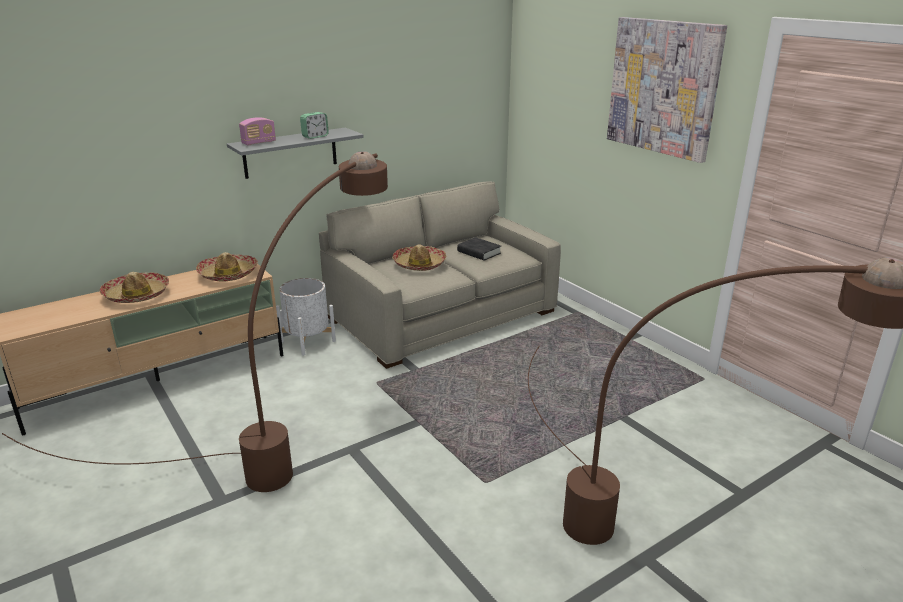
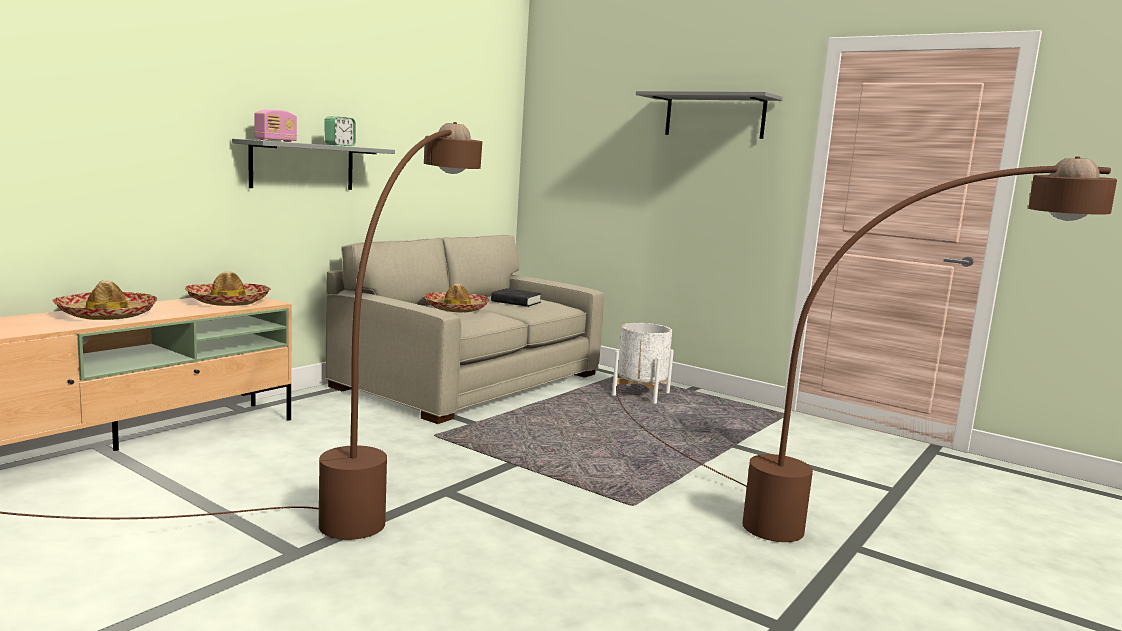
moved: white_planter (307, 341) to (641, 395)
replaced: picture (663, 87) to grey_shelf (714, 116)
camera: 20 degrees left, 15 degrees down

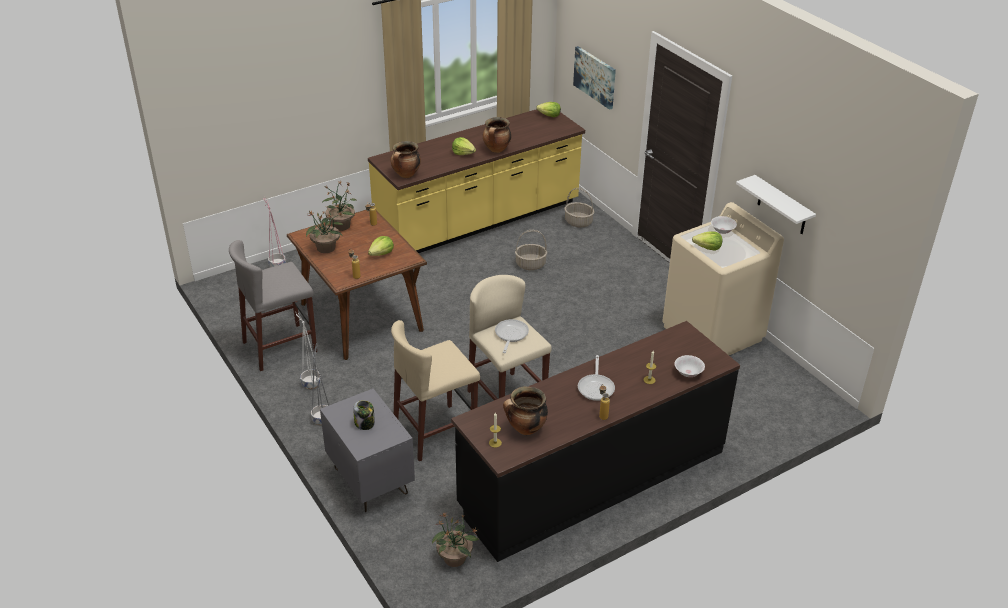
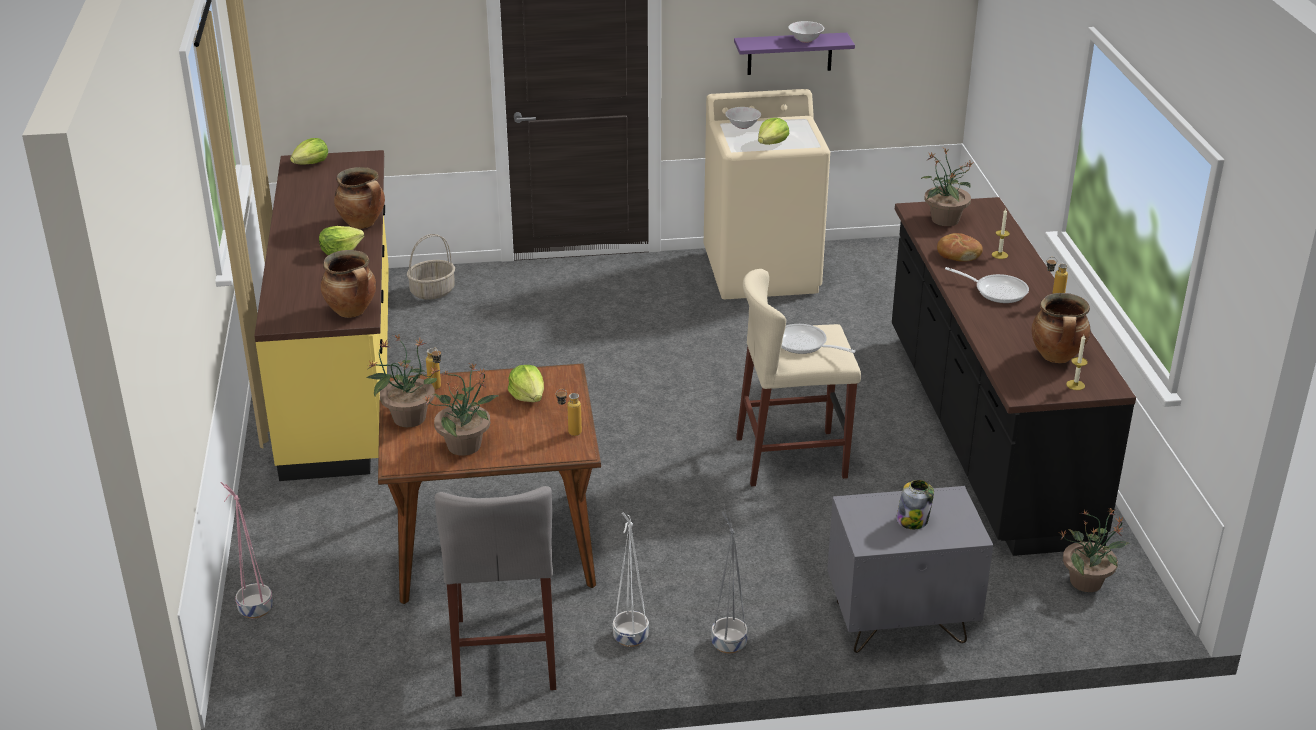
removed: picture (595, 77); basket (531, 264); beige_stool (435, 432)
added: potted_plant (944, 220); bread (958, 254)
moved: white_bowl (688, 373) to (805, 40)
recoloured: white_shelf (782, 206) to purple_shelf (789, 53)
camera: 65 degrees left, 5 degrees down

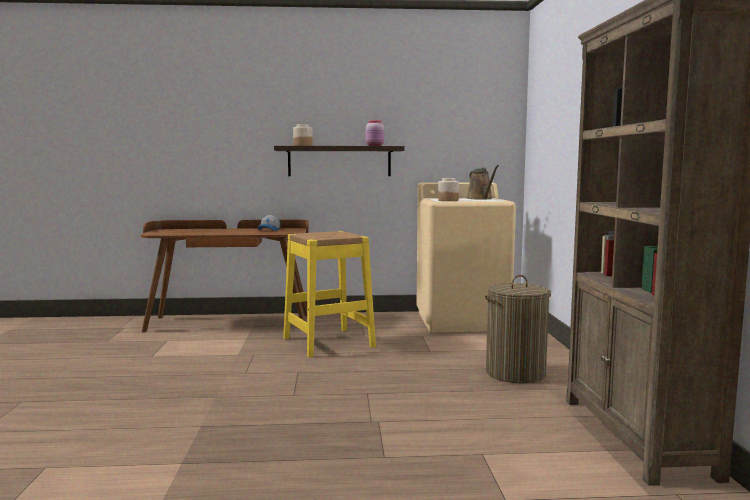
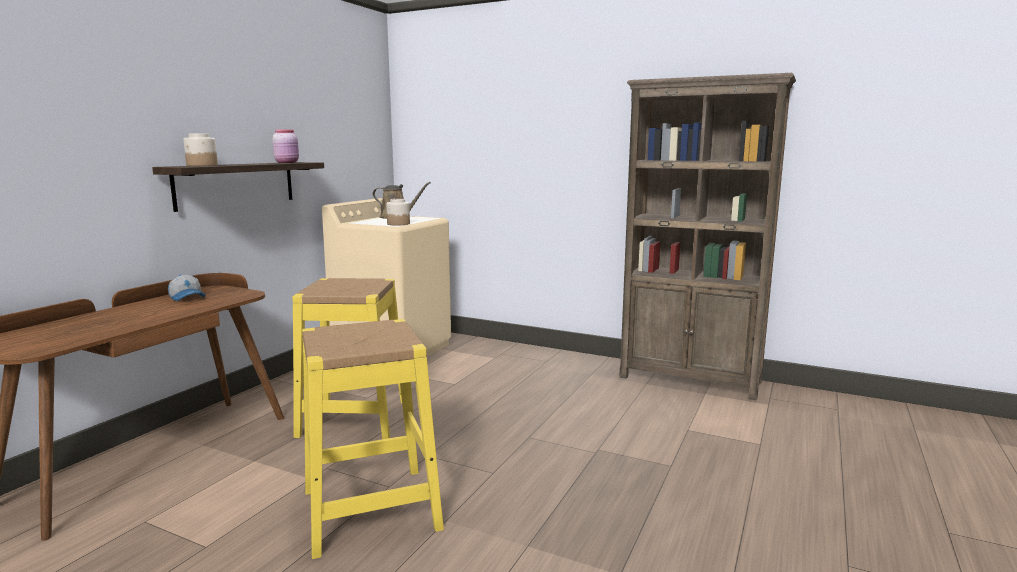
removed: laundry_basket (515, 373)
added: yellow_stool (370, 509)
camera: 60 degrees left, 5 degrees up

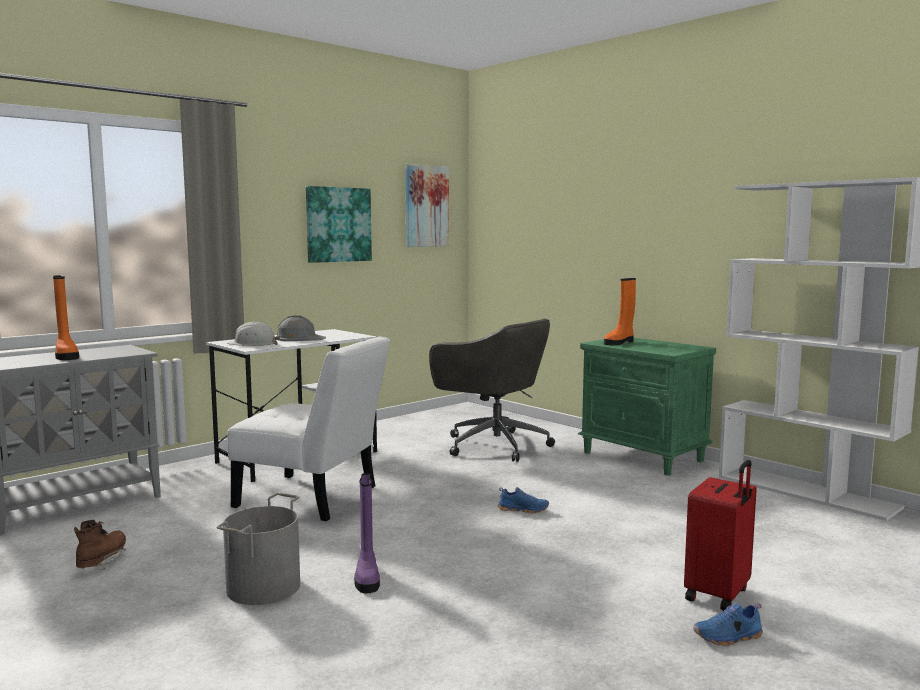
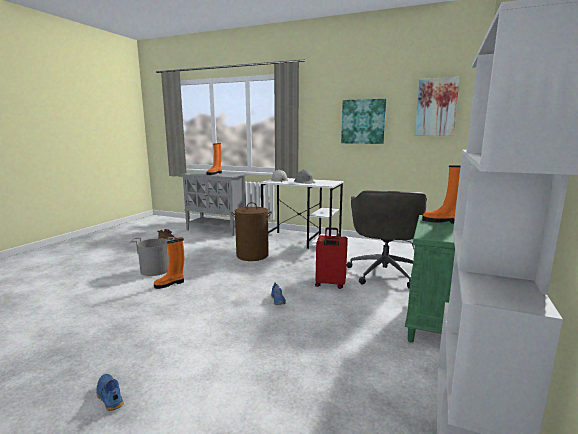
moved: red_suitcase (719, 595) to (330, 284)
replaced: white_chair (313, 498) to brown_laundry_basket (252, 255)
recoloured: purple_boot (367, 577) to orange_boot (170, 284)
camera: 65 degrees right, 5 degrees up

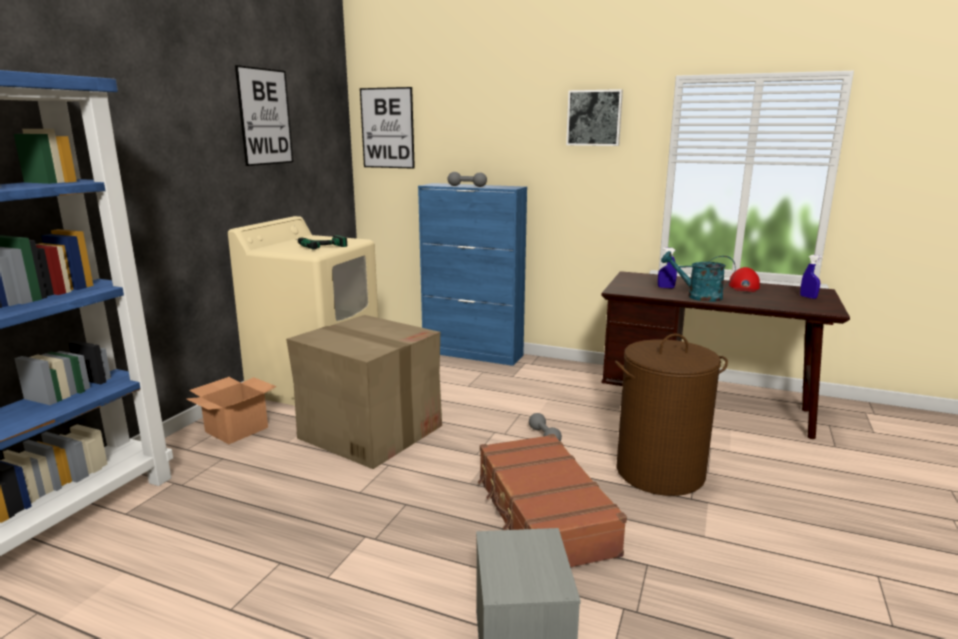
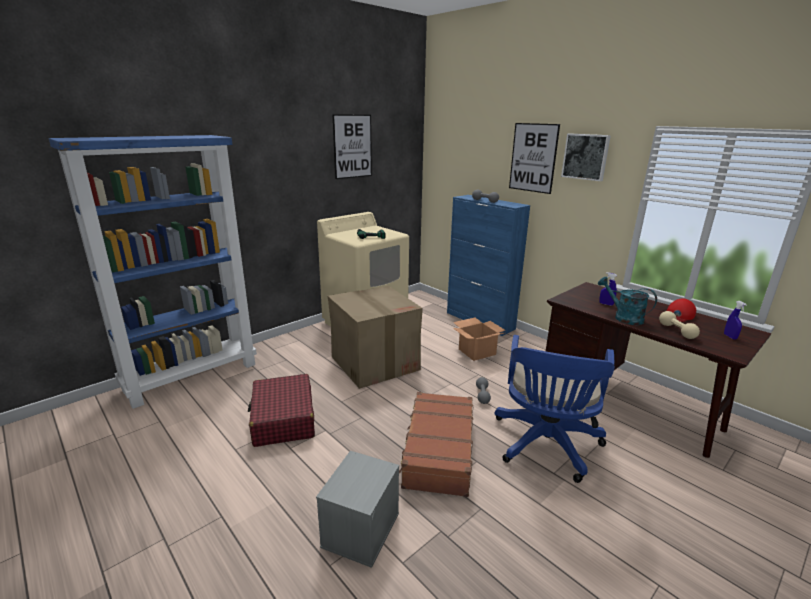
added: beige_dumbbell (676, 331); red_suitcase (283, 419)
moved: picture (387, 128) to (533, 158); cardboard_box (236, 430) to (476, 352)
replaced: brown_laundry_basket (659, 472) to blue_office_chair (545, 446)
camera: 25 degrees right, 5 degrees up

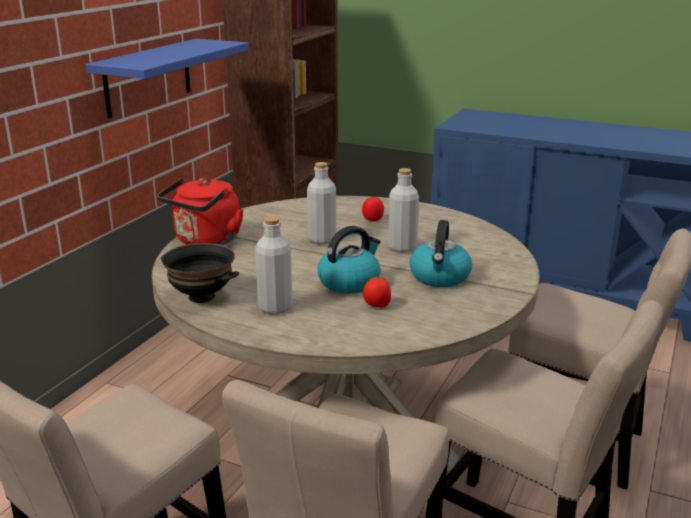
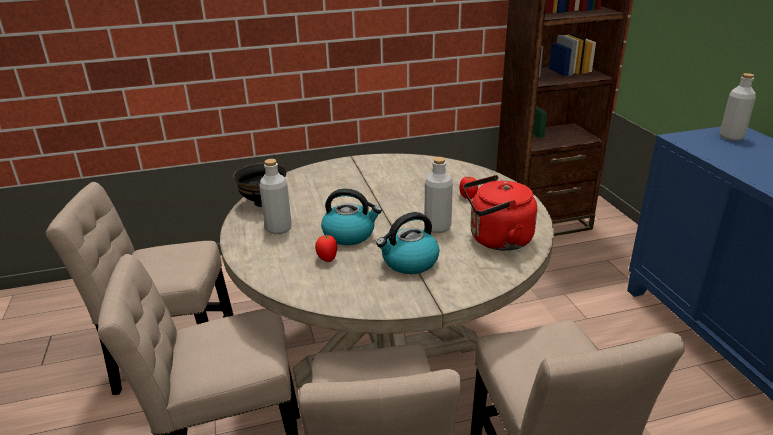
removed: blue_shelf (148, 77)
moved: grey_bottle (322, 240) to (731, 137); red_kettle (205, 241) to (496, 240)
camera: 50 degrees right, 5 degrees up

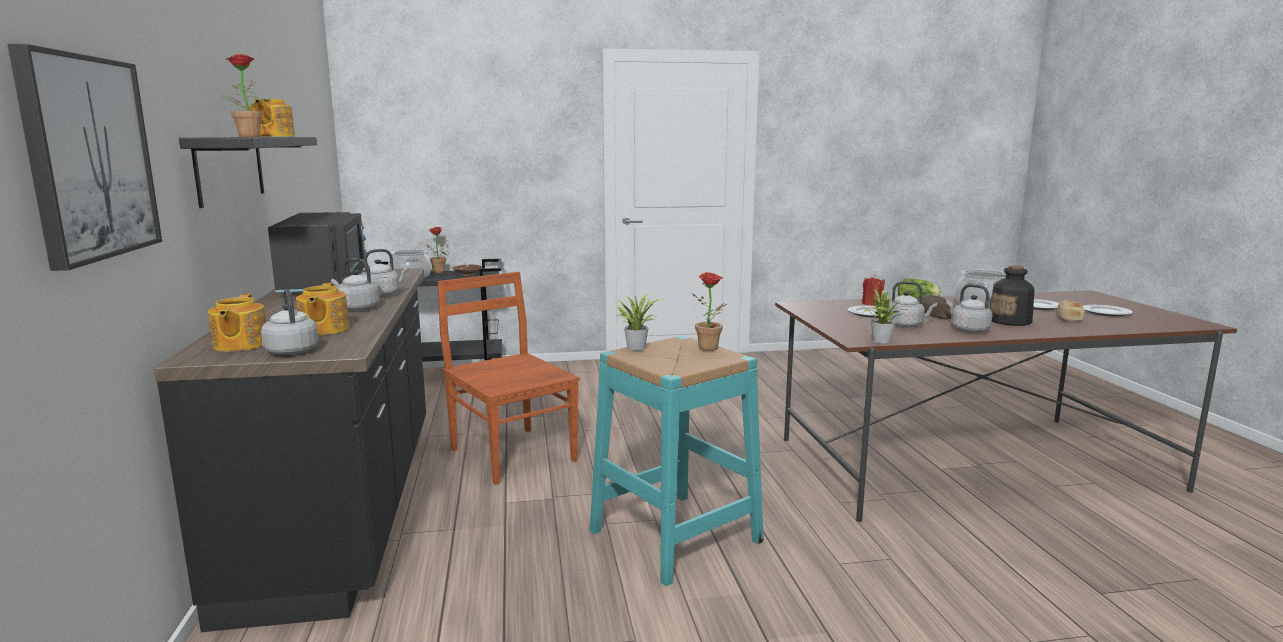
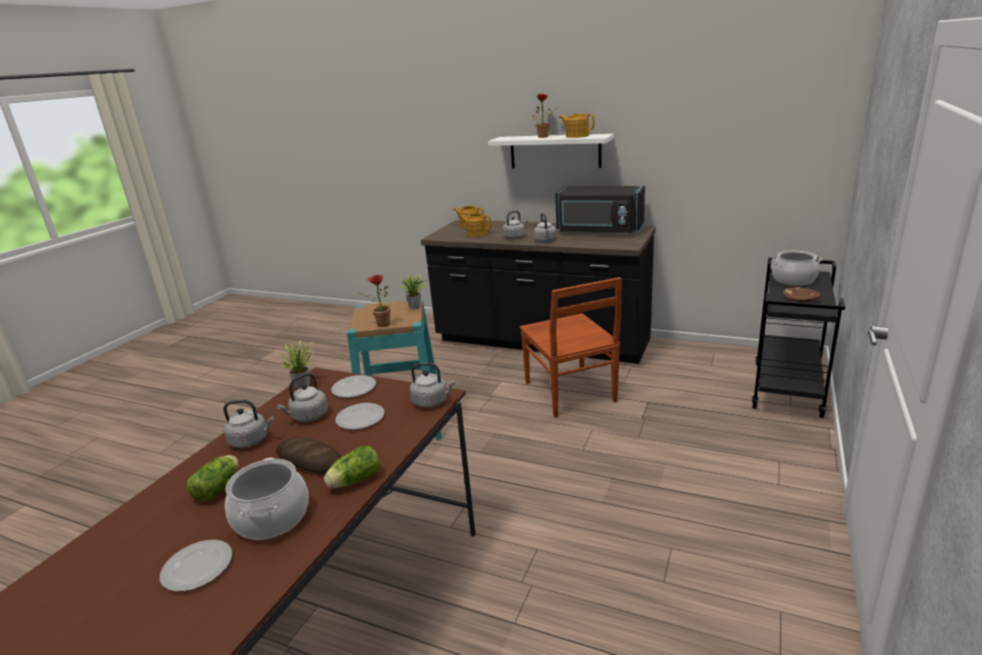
removed: picture (88, 158); potted_plant (436, 272); red_candle (872, 304); bread (1068, 318)
moved: grey_kettle (291, 351) to (432, 402); plate (1105, 313) to (354, 388)
replaced: bottle (1010, 321) to lettuce (219, 487)
recoloured: black_shelf (230, 168) to white_shelf (555, 151)
turned: brown_chair (512, 453) = (570, 393) 75 degrees clockwise
camera: 125 degrees right, 10 degrees up

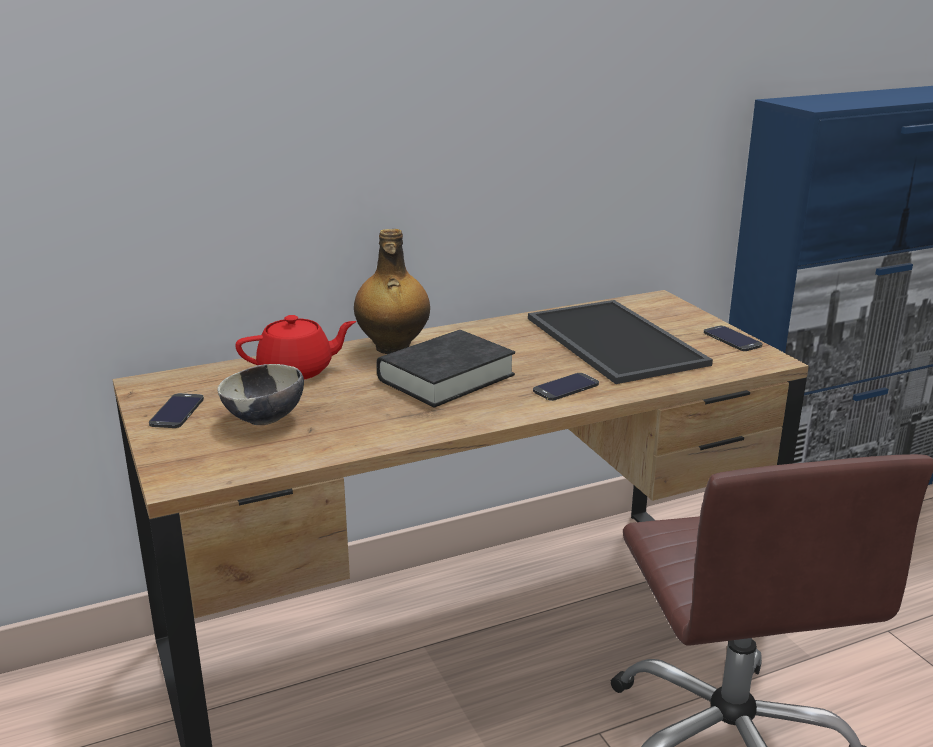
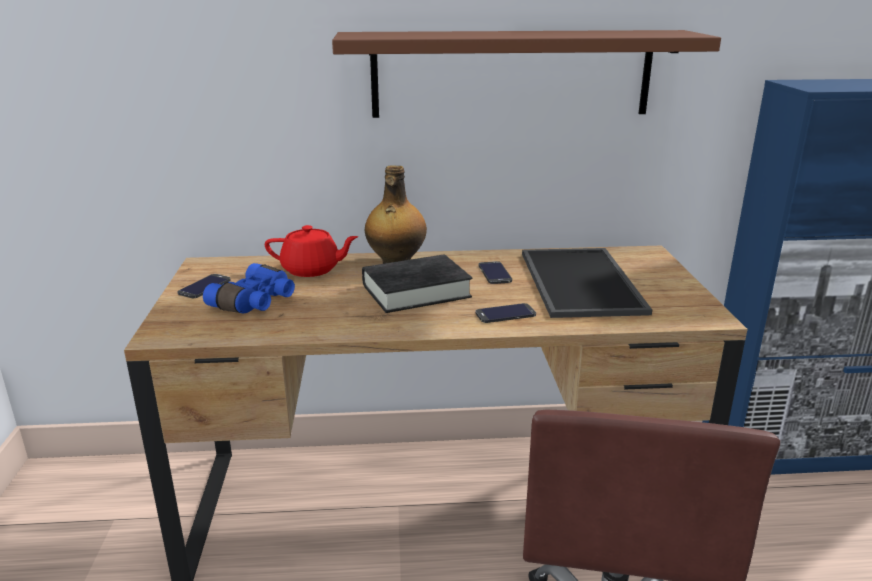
added: brown_shelf (512, 74)
moved: phone (732, 339) to (494, 273)
replaced: bowl (264, 420) to blue_binoculars (256, 302)
camera: 20 degrees right, 0 degrees up

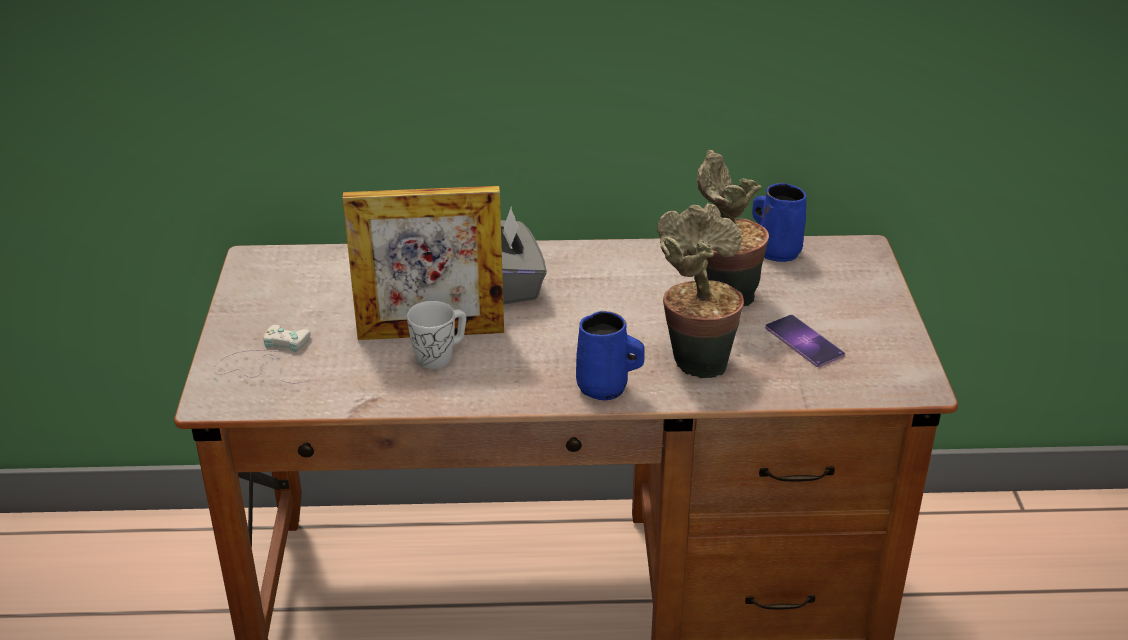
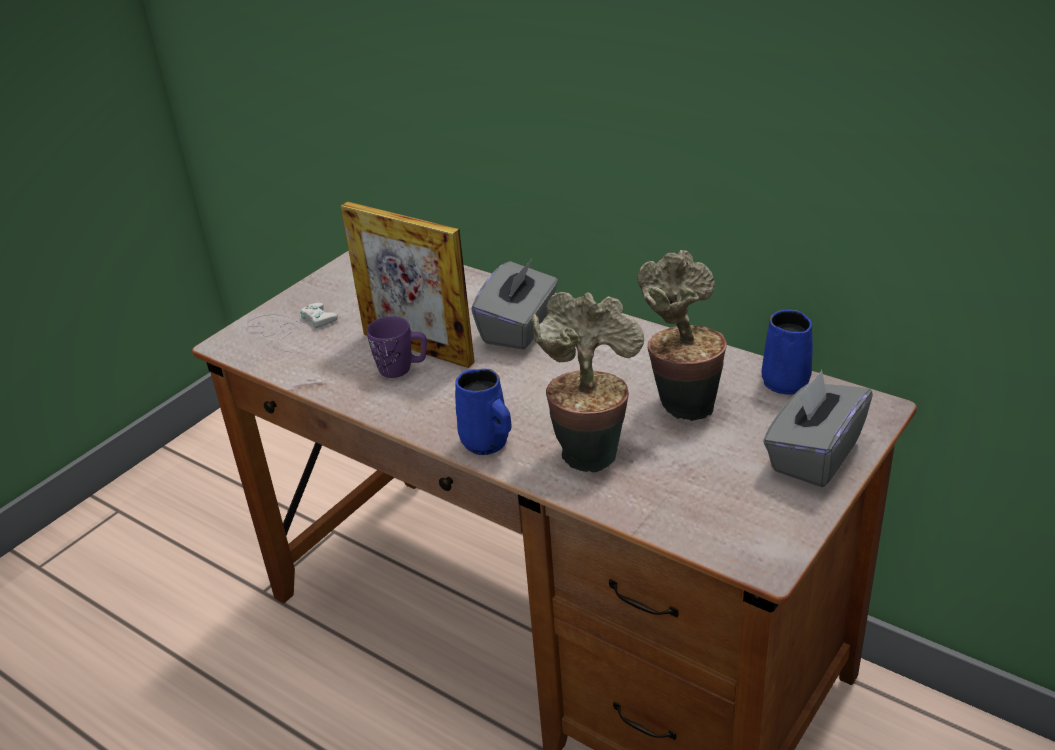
removed: phone (804, 341)
added: grey_tissue_box (813, 455)
recoloured: white_mug (440, 356) to purple_mug (402, 368)
camera: 40 degrees right, 0 degrees up

